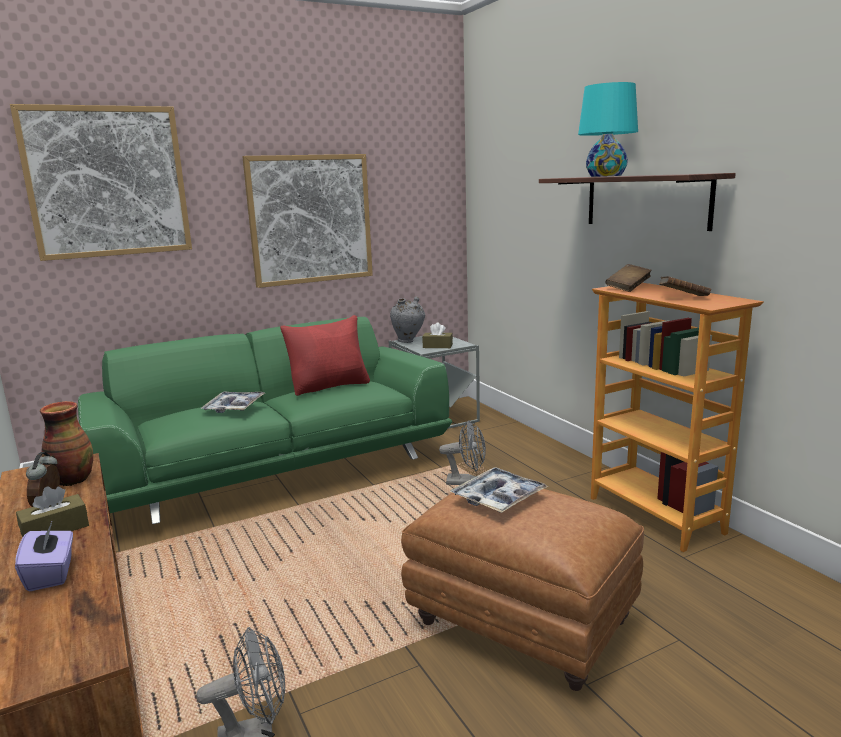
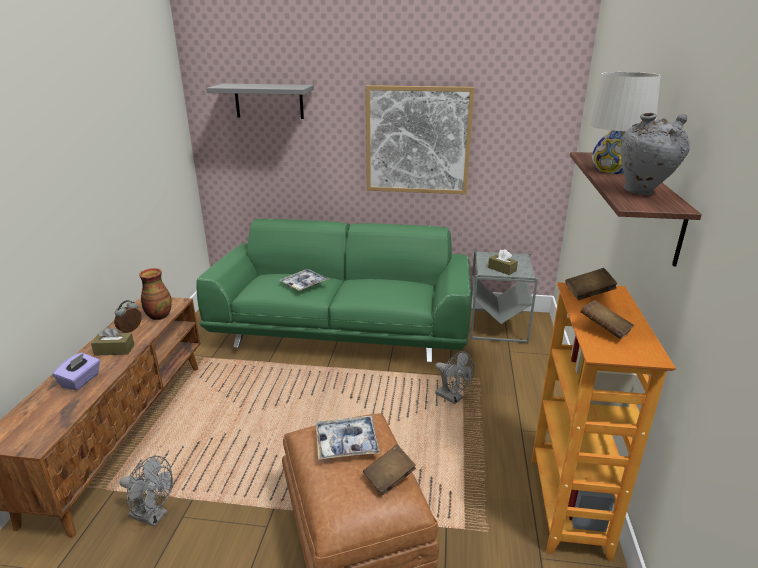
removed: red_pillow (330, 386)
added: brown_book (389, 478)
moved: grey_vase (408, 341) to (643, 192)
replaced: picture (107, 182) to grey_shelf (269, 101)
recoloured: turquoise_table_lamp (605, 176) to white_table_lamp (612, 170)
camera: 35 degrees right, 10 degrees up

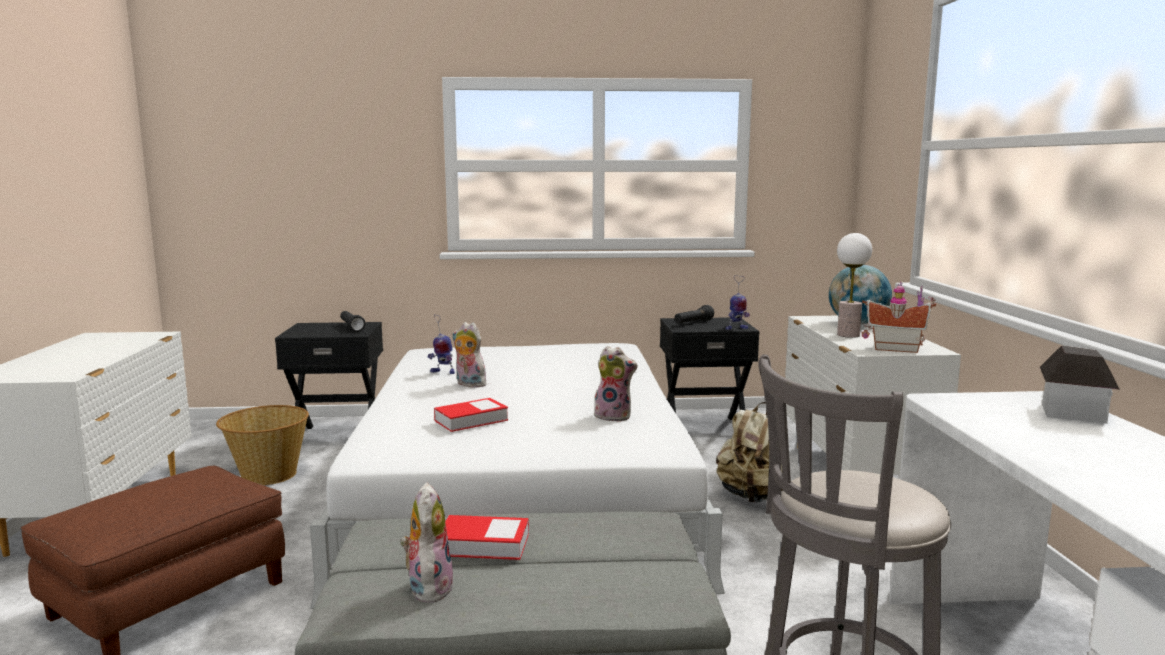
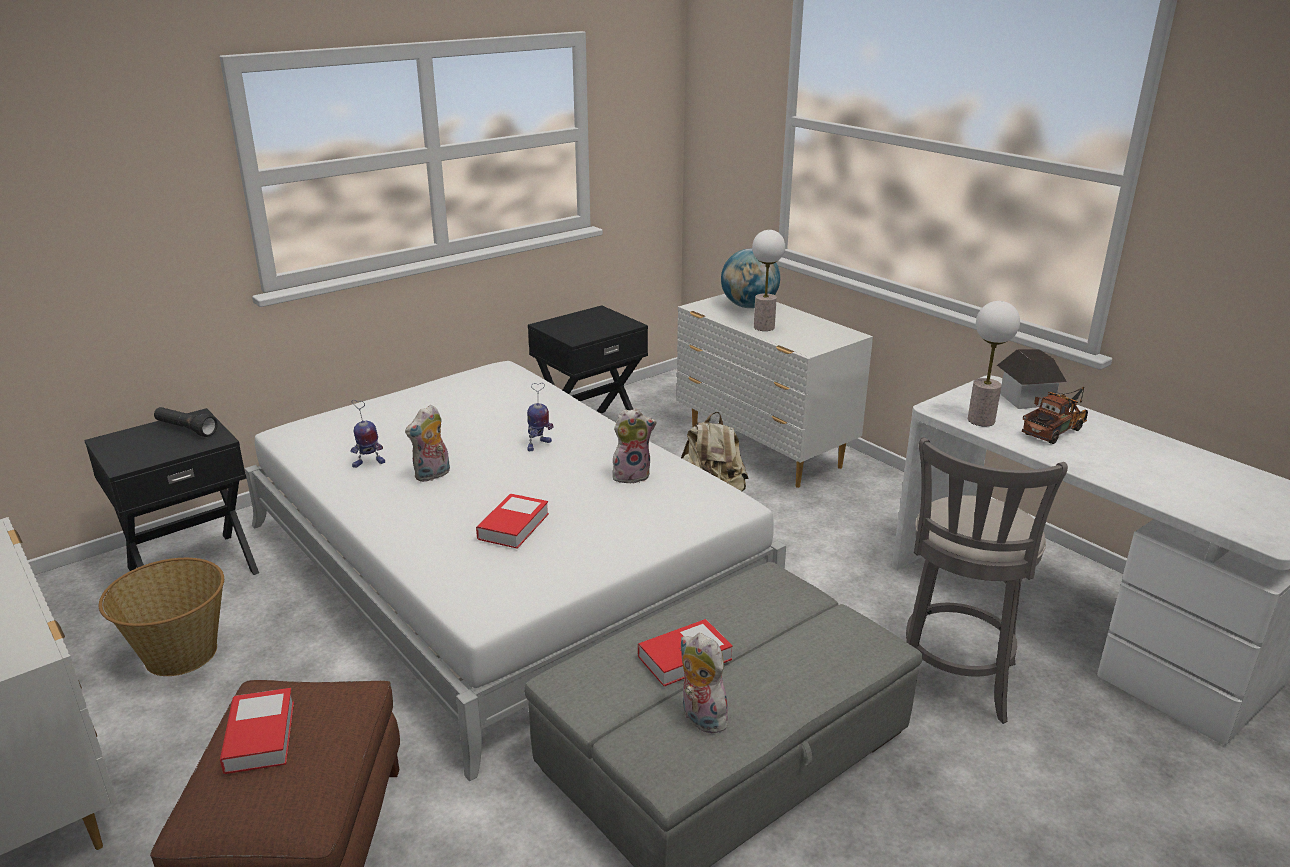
removed: toy_house (894, 348); black_flashlight (693, 323)
added: table_lamp (980, 420); toy_truck (1056, 430); book (260, 737)
moved: toy_robot (736, 328) to (538, 445)
turned: plush_toy (468, 384) = (432, 475) 45 degrees counterclockwise
camera: 35 degrees left, 15 degrees up

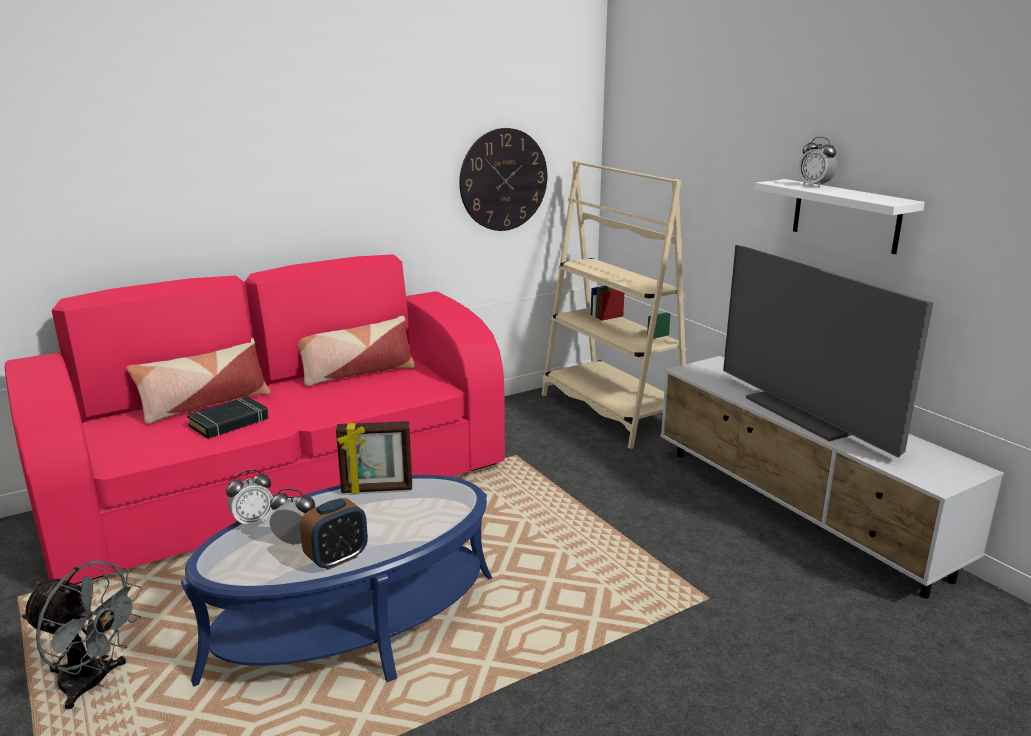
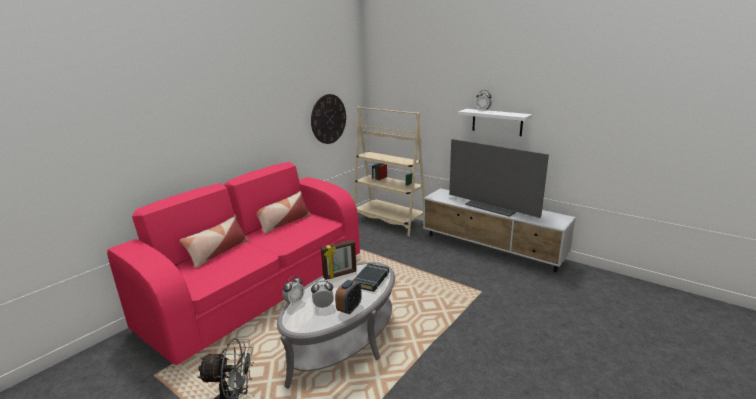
moved: black_book (229, 423) to (371, 280)
recoloured: blue_coffee_table (354, 626) to grey_coffee_table (343, 341)
camera: 20 degrees left, 0 degrees up

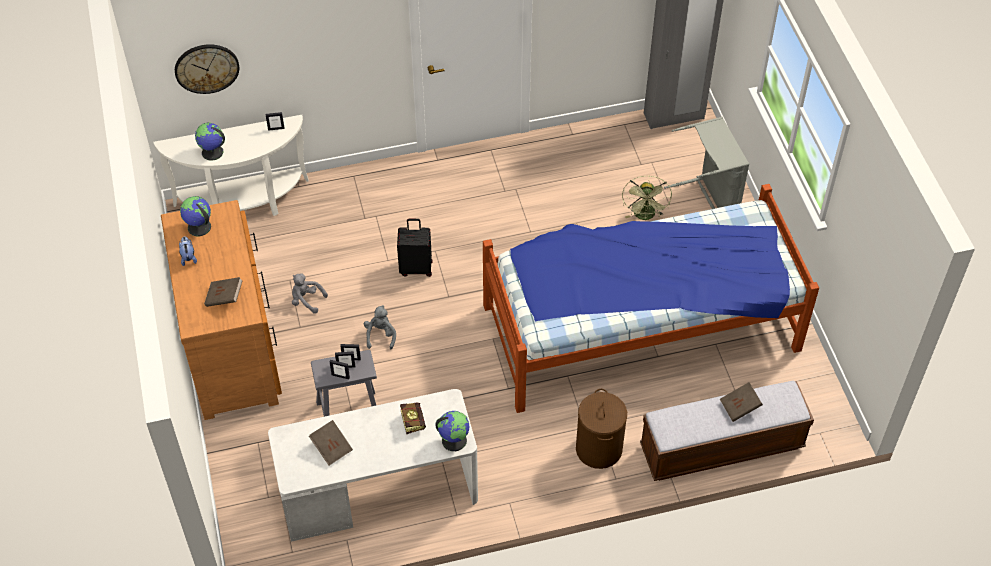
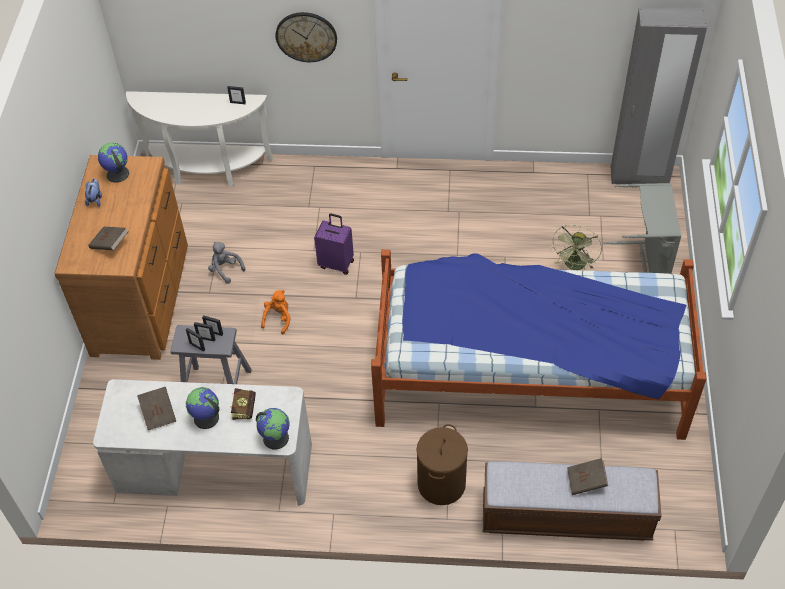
moved: wall_clock (206, 68) to (306, 36); globe (212, 152) to (206, 418)
recoloured: black_suitcase (416, 268) to purple_suitcase (336, 263); grey_plush_toy (380, 335) to orange_plush_toy (278, 318)
camera: 20 degrees right, 0 degrees up

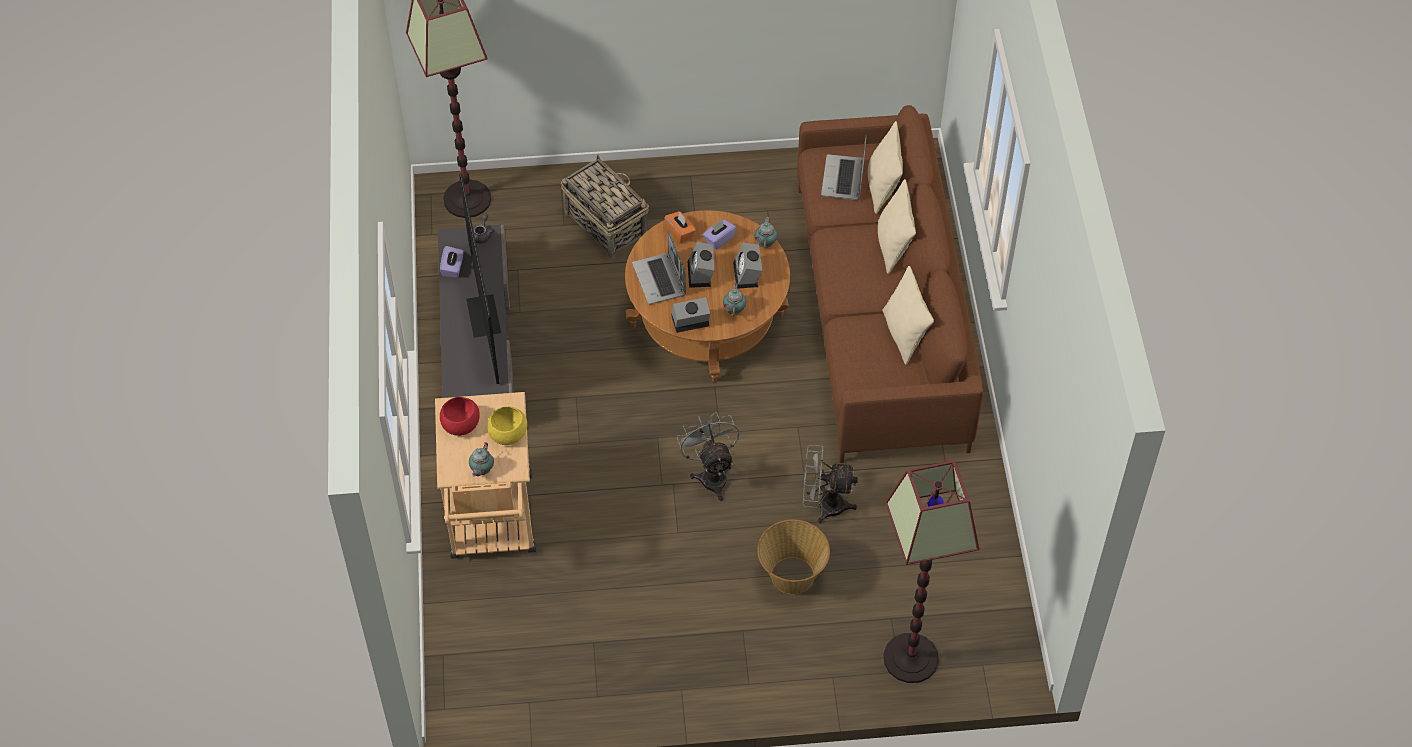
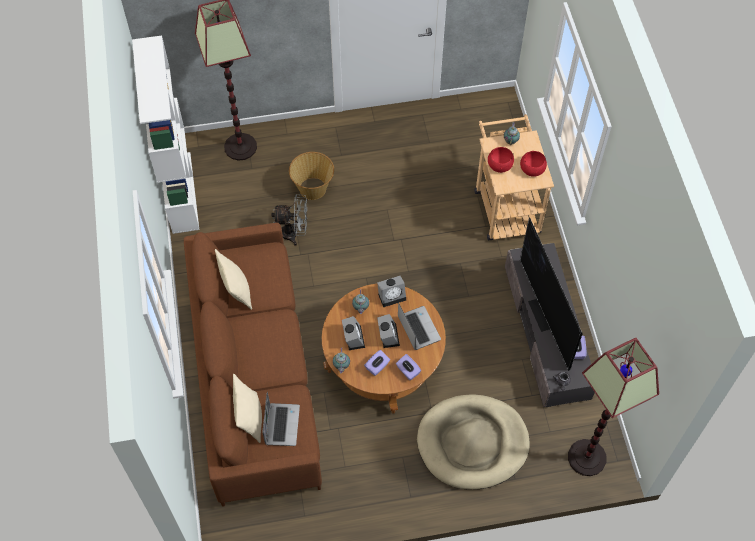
removed: beige_pillow (893, 247); grey_fan (711, 474)
added: white_bookcase (181, 192)
replaced: basket (605, 223) to beige_dog_bed (472, 443)
recoloured: orange_tissue_box (680, 232) to purple_tissue_box (408, 371); yellow_bowl (508, 433) to red_bowl (500, 165)
camera: 175 degrees right, 5 degrees up

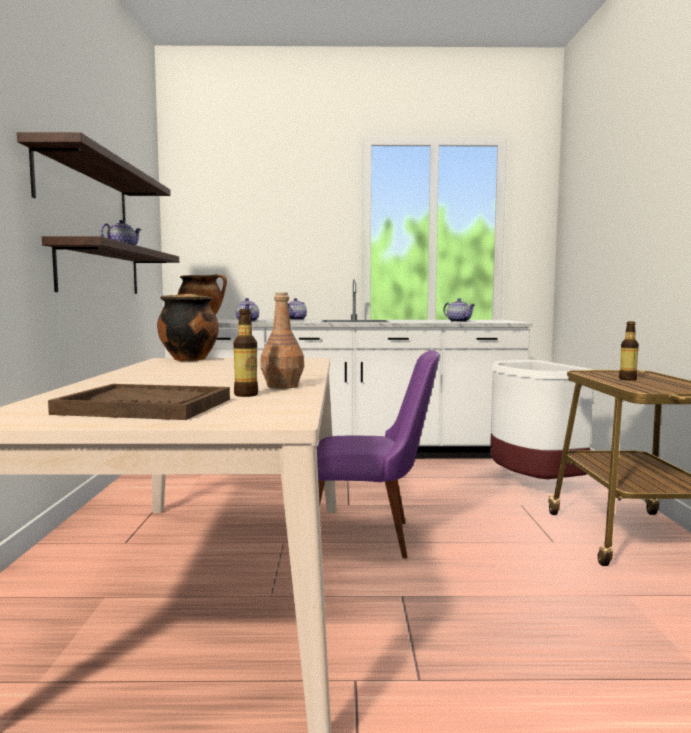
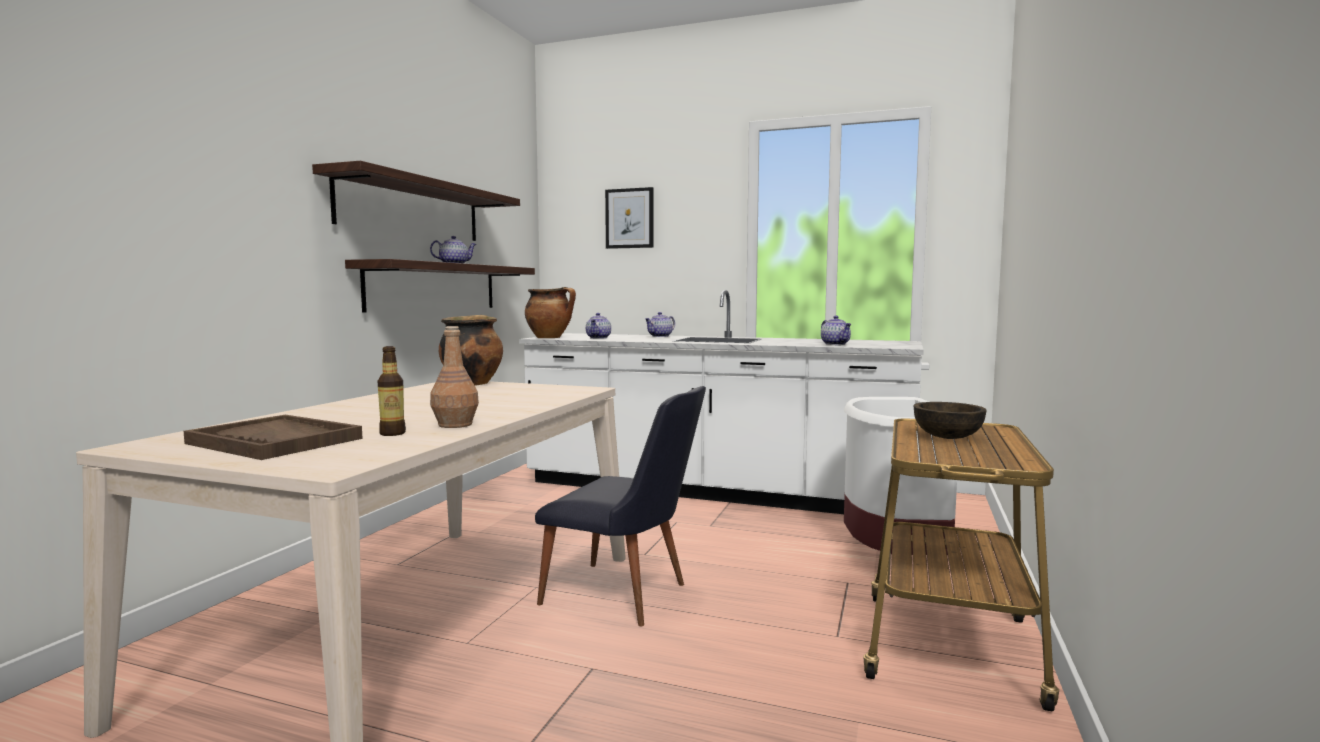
added: picture (629, 218)
replaced: bottle (627, 379) to brown_bowl (947, 437)
recoloured: purple_chair (369, 538) to black_chair (626, 597)
camera: 20 degrees right, 0 degrees up

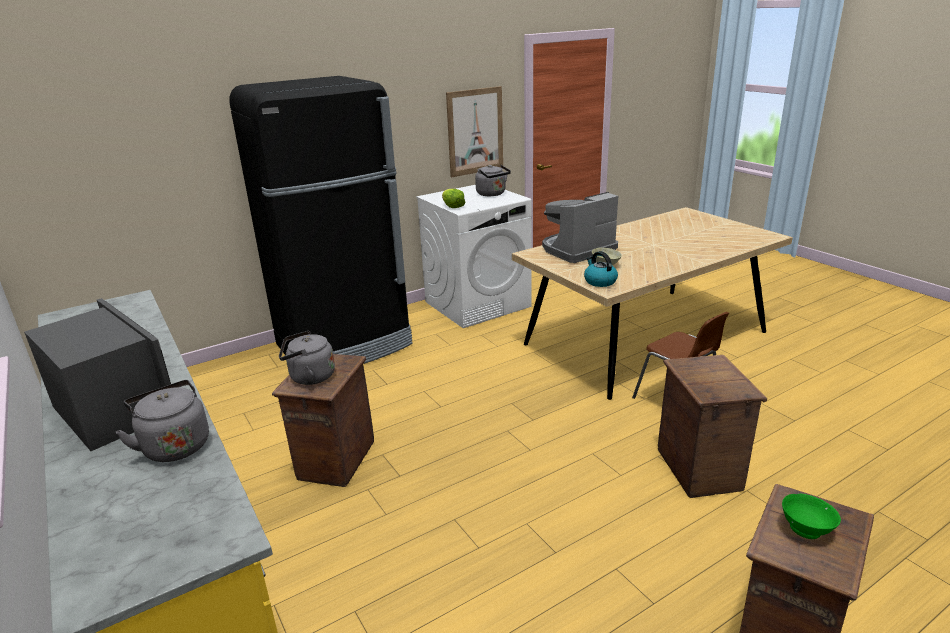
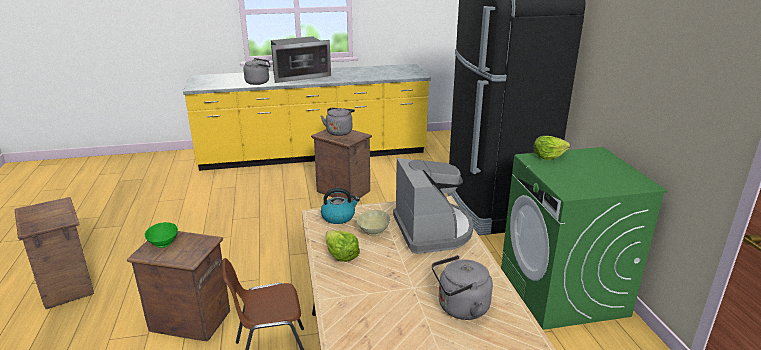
removed: picture (475, 131)
added: lettuce (341, 255)
moved: grey_kettle (492, 194) to (460, 308); green_bowl (807, 529) to (163, 244)
recoloured: white_washing_machine (478, 304) to green_washing_machine (563, 291)
camera: 110 degrees right, 0 degrees up

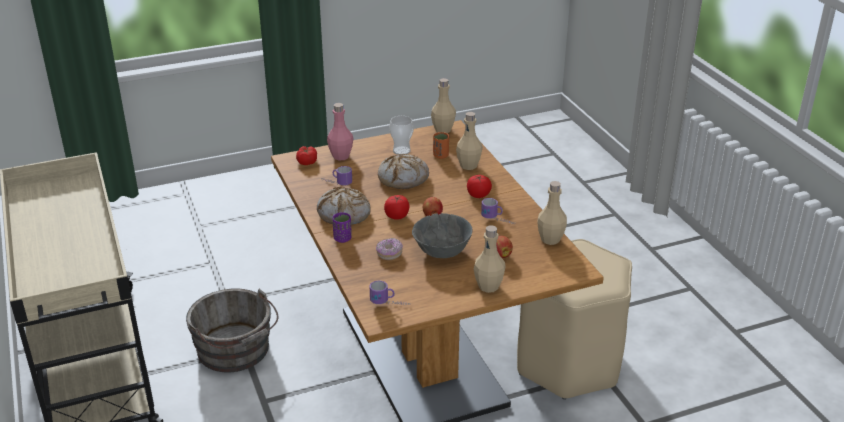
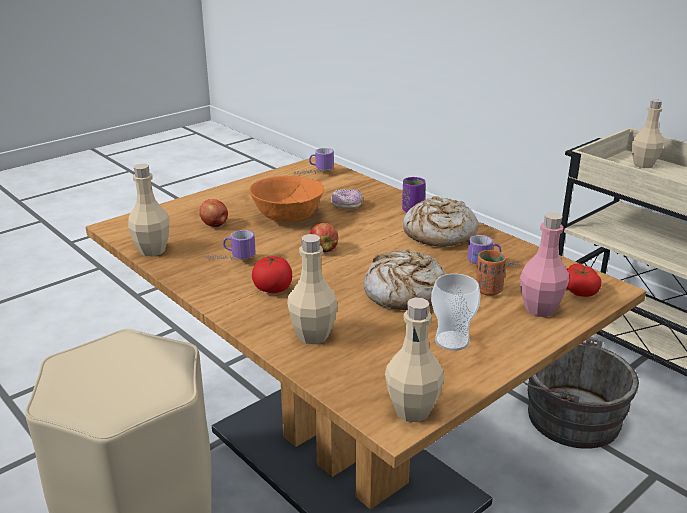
removed: tomato (397, 216)
moved: orange_cup (440, 155) to (488, 290); beige_bottle (488, 286) to (643, 165)
recoloured: grey_bowl (441, 251) to orange_bowl (288, 217)
camera: 160 degrees right, 5 degrees down

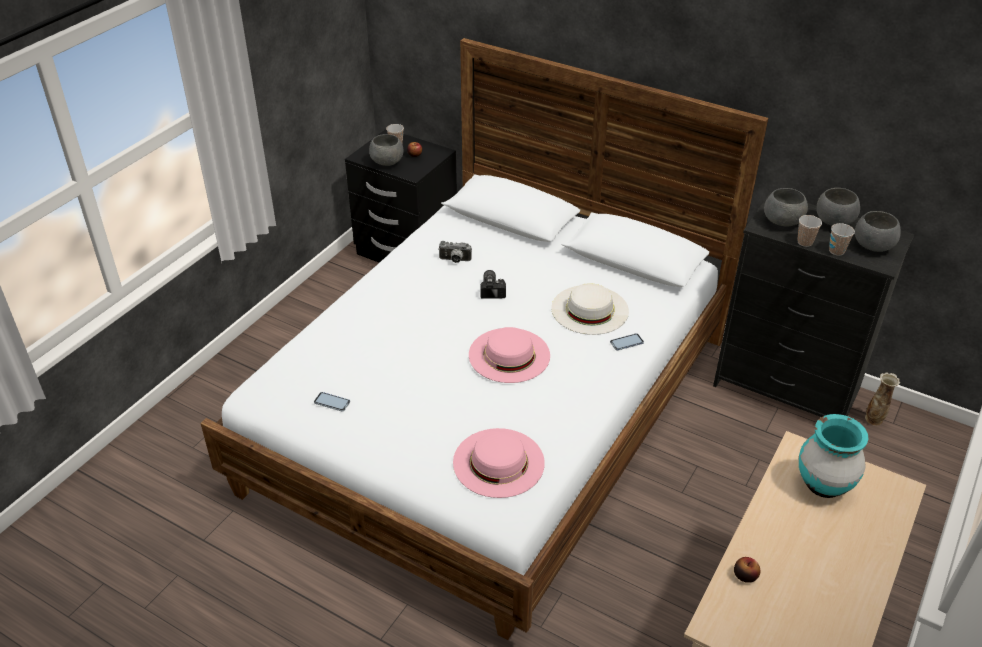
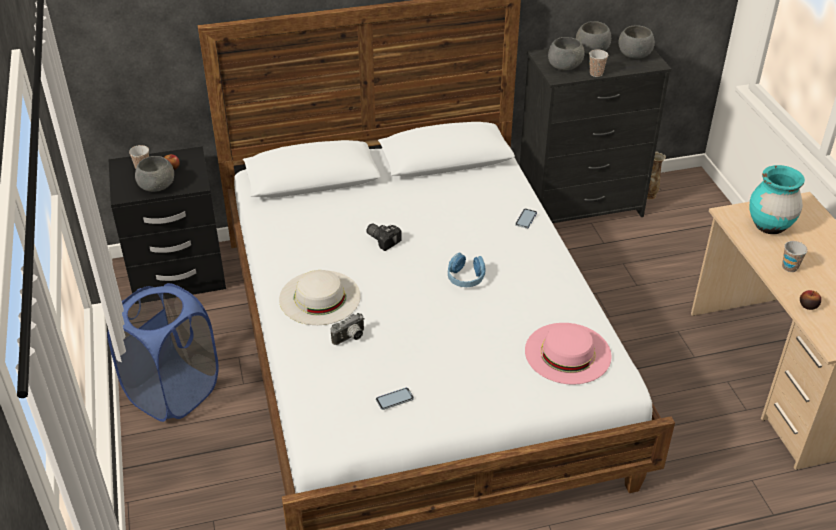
added: blue_laundry_basket (173, 393)
moved: cup (836, 251) to (789, 267); photo_camera (454, 260) to (350, 338); white_hat (590, 309) to (320, 297)
replaced: pink_hat (509, 355) to blue_headphones (466, 277)
camera: 45 degrees left, 0 degrees up

